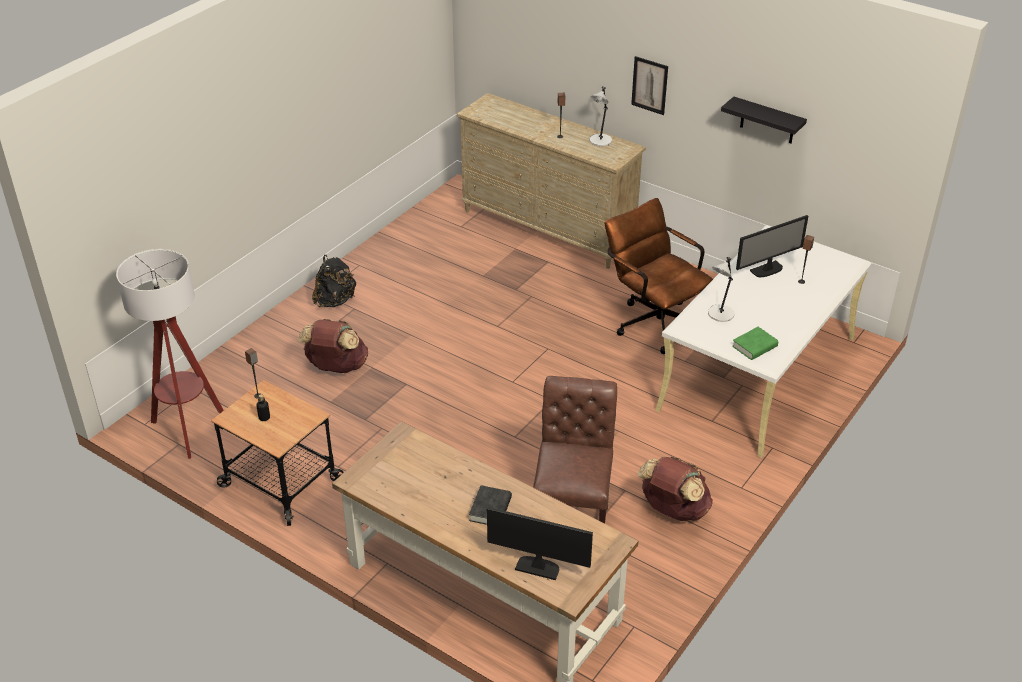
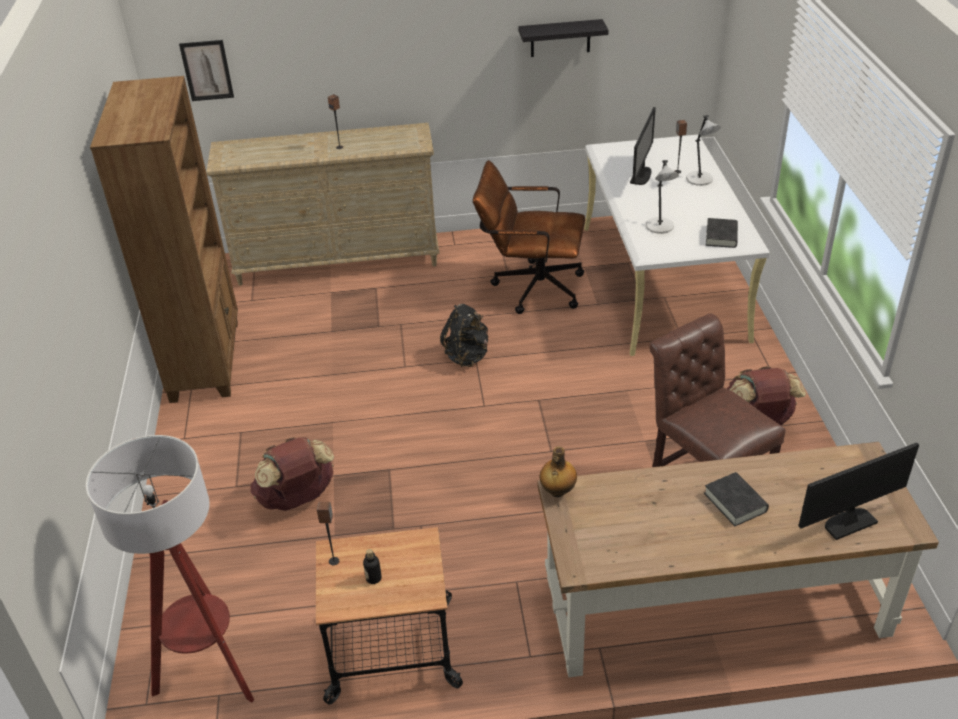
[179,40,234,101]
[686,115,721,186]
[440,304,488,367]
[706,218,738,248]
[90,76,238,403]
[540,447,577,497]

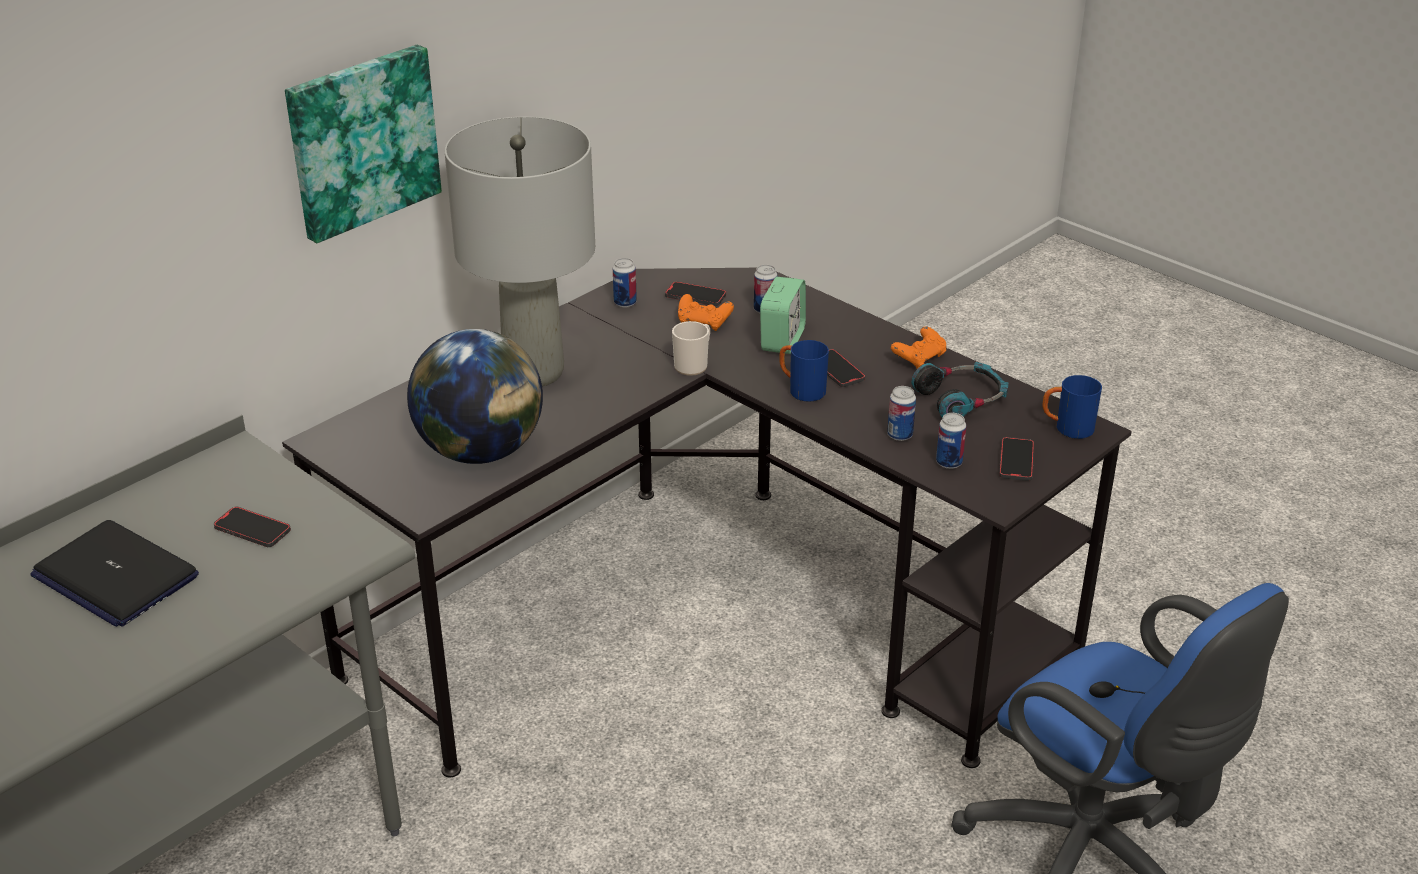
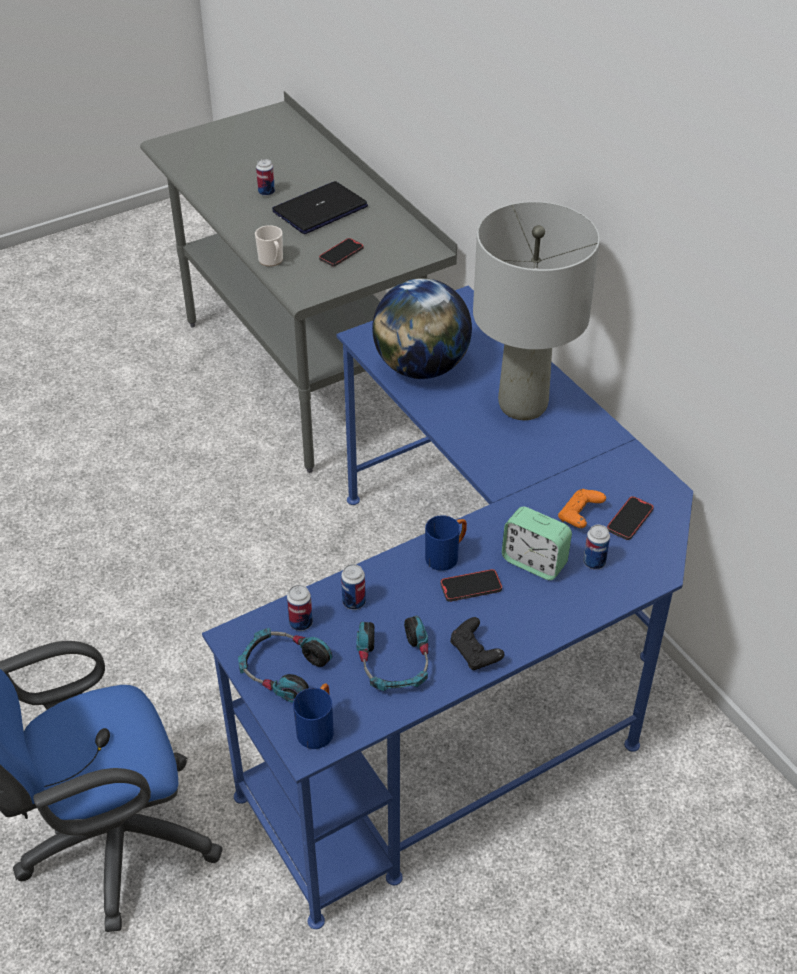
[285,45,442,243] (first image)
[256,159,275,196]
[202,286,693,929]
[255,225,283,267]
[450,617,505,671]
[238,628,332,702]

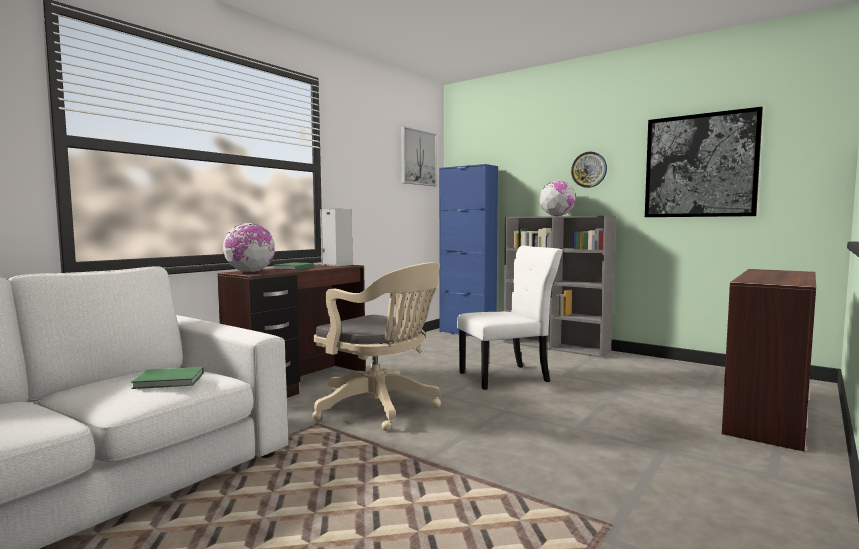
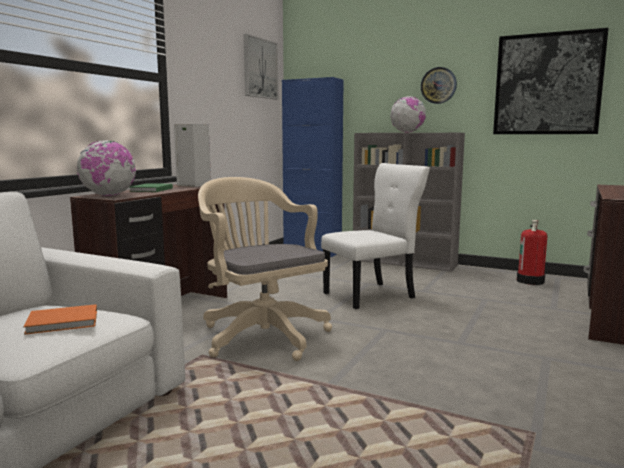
[198,177,332,361]
[23,304,97,335]
[517,220,547,285]

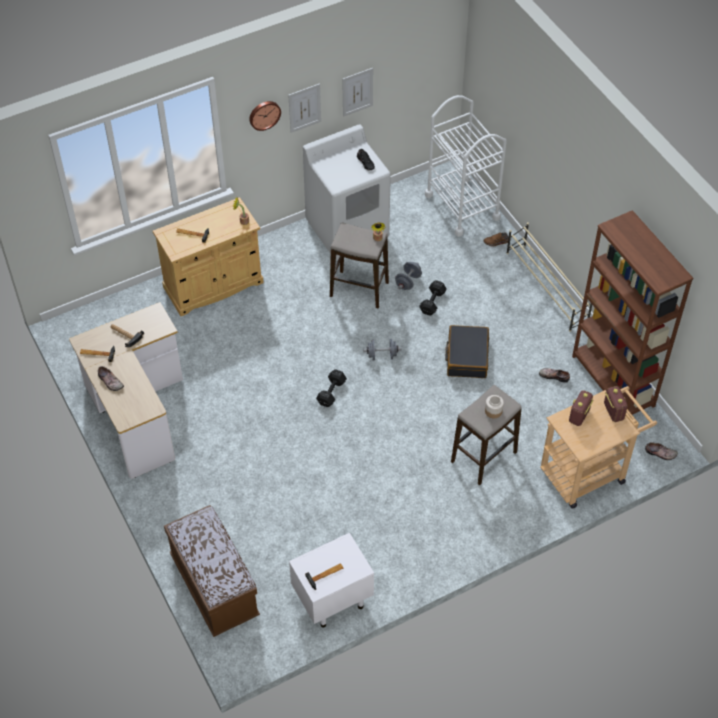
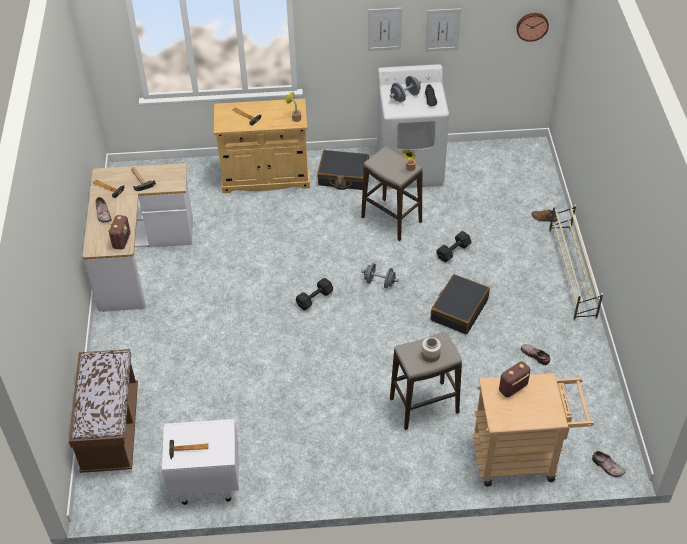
[425,95,507,237] (first image)
[516,13,549,42]
[572,210,693,415] (first image)
[390,76,421,102]
[108,215,131,250]
[317,150,369,190]

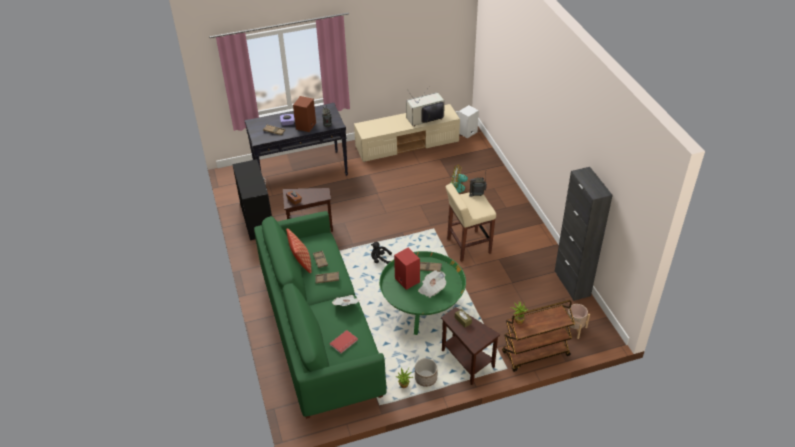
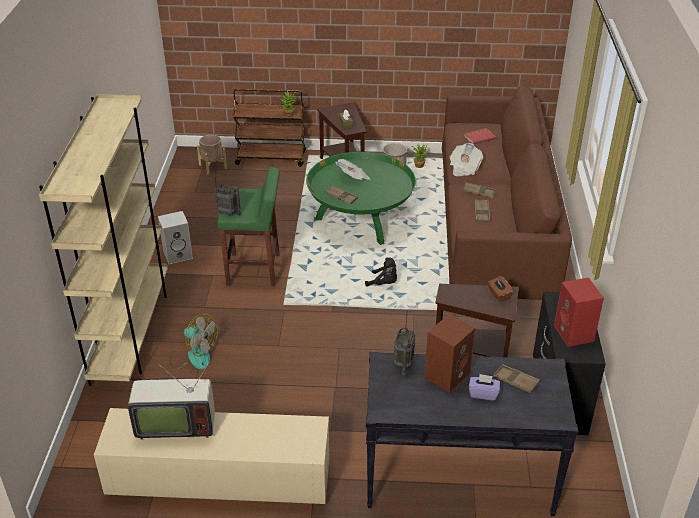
[158,211,193,265]
[554,167,613,301] (first image)
[217,167,280,286]
[442,86,572,300]
[286,228,312,273] (first image)
[554,277,604,347]
[39,94,168,386]

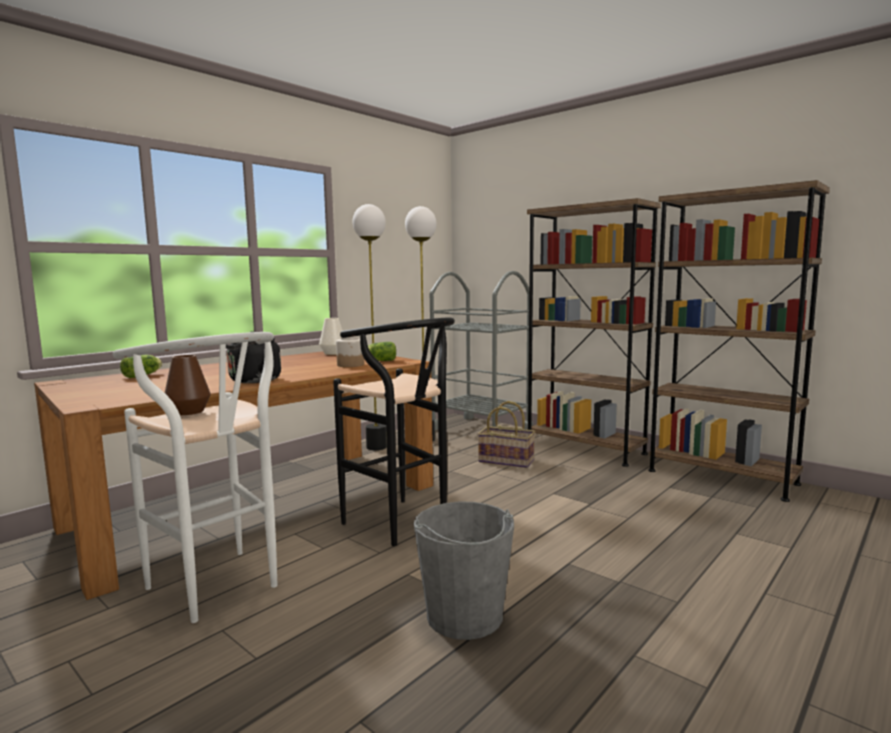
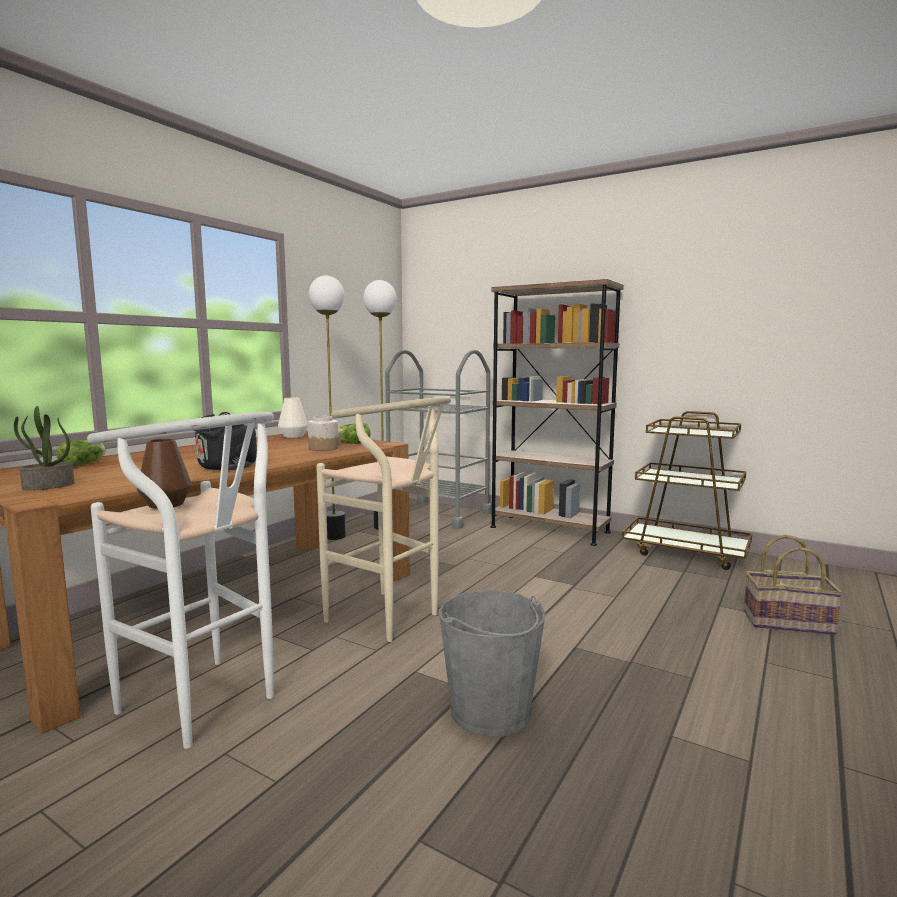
[622,411,752,570]
[316,396,451,642]
[744,535,843,635]
[14,406,75,490]

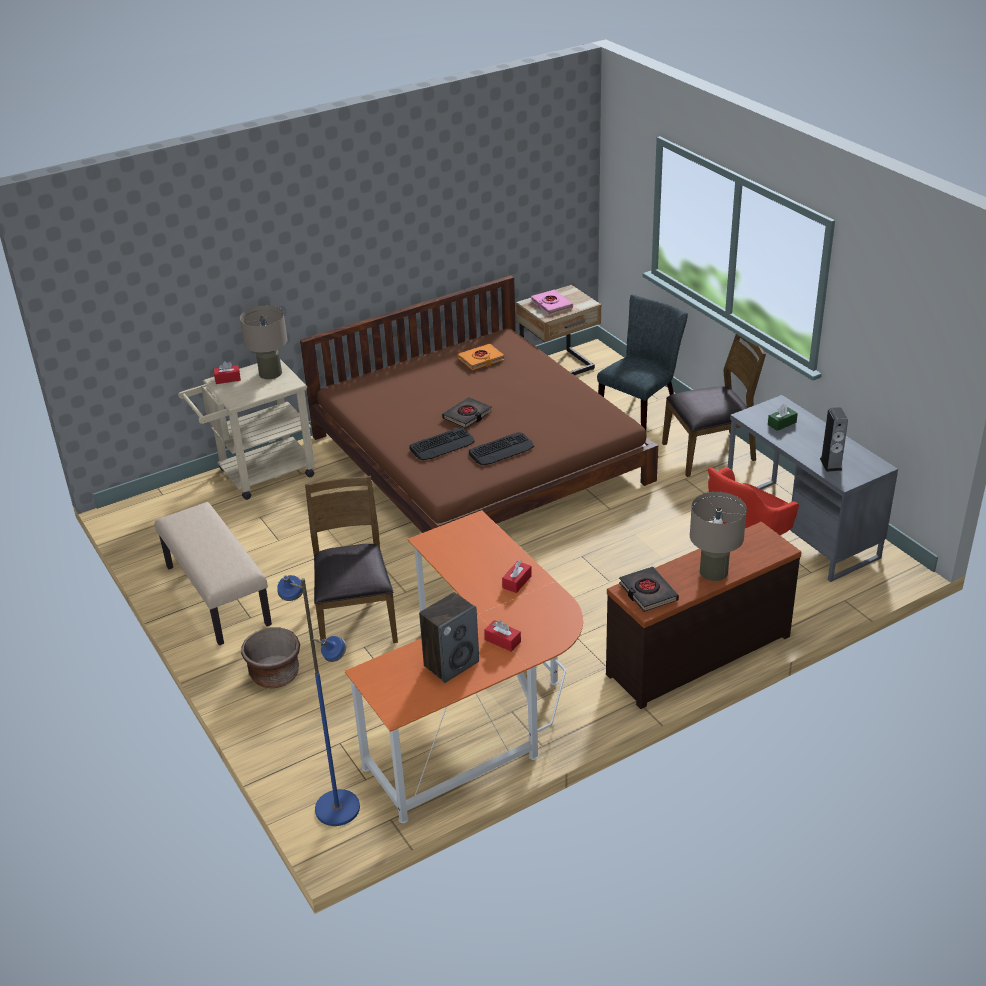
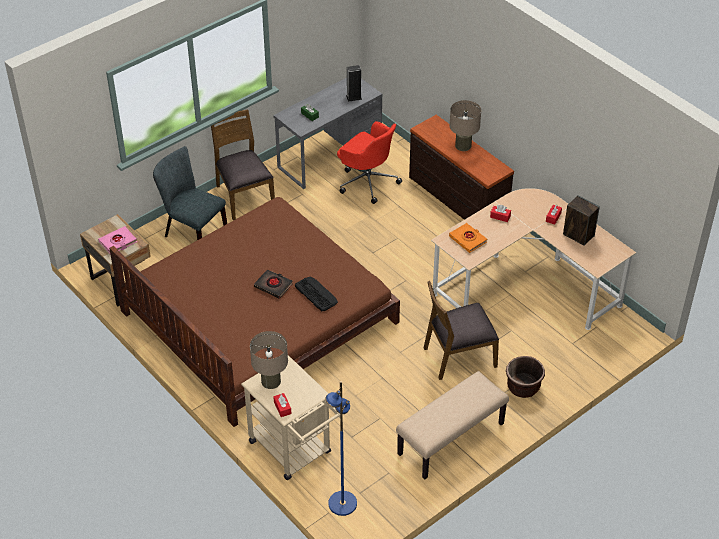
[449,223,487,253]
[469,432,534,465] (first image)
[431,188,636,330]
[619,567,679,612] (first image)
[325,381,357,516]

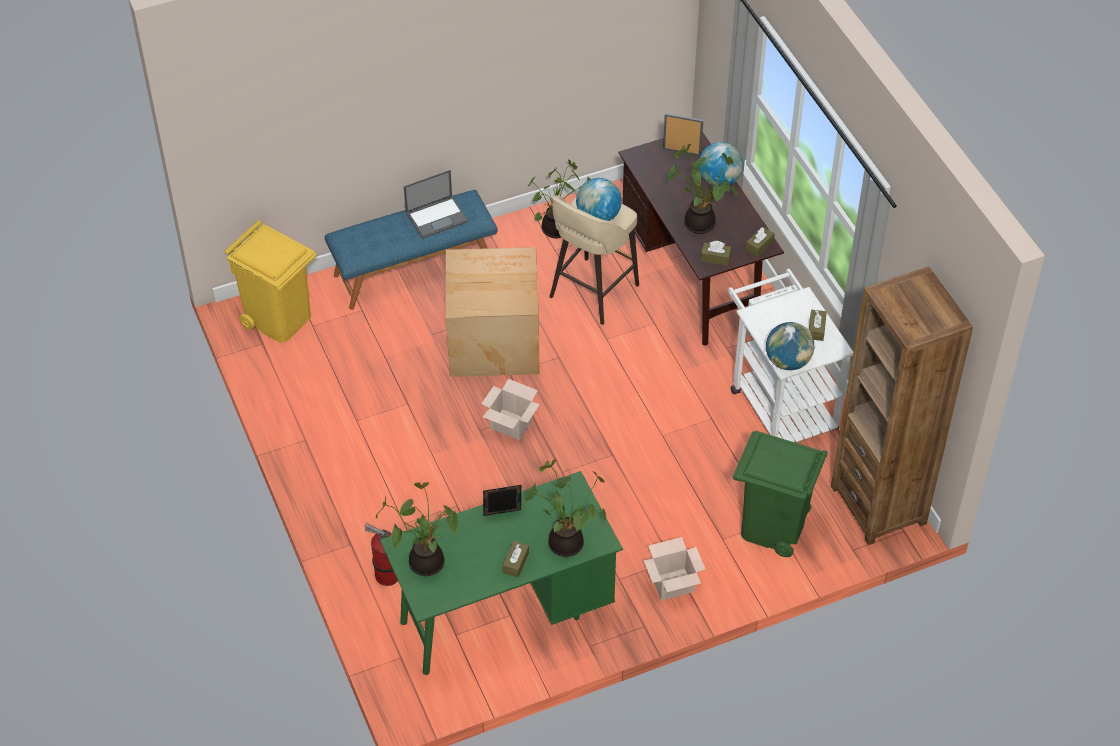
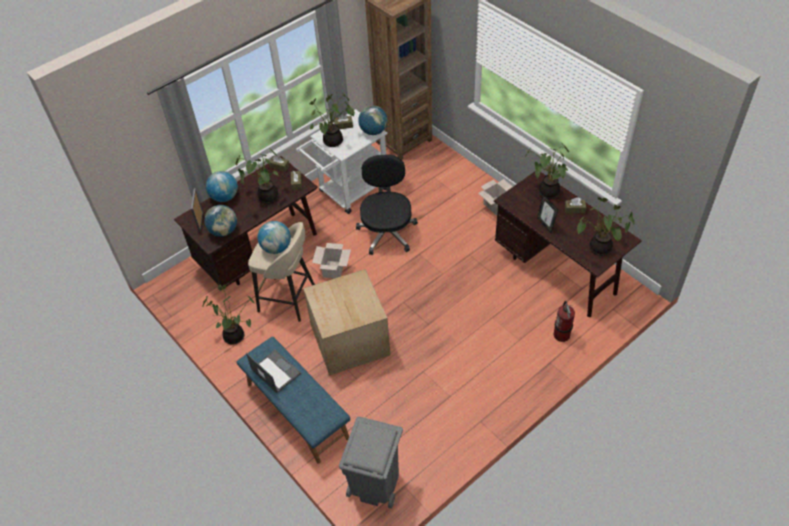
[339,416,403,508]
[312,243,351,278]
[733,431,827,557] (first image)
[494,172,642,317]
[310,92,355,147]
[356,154,418,255]
[204,205,237,237]

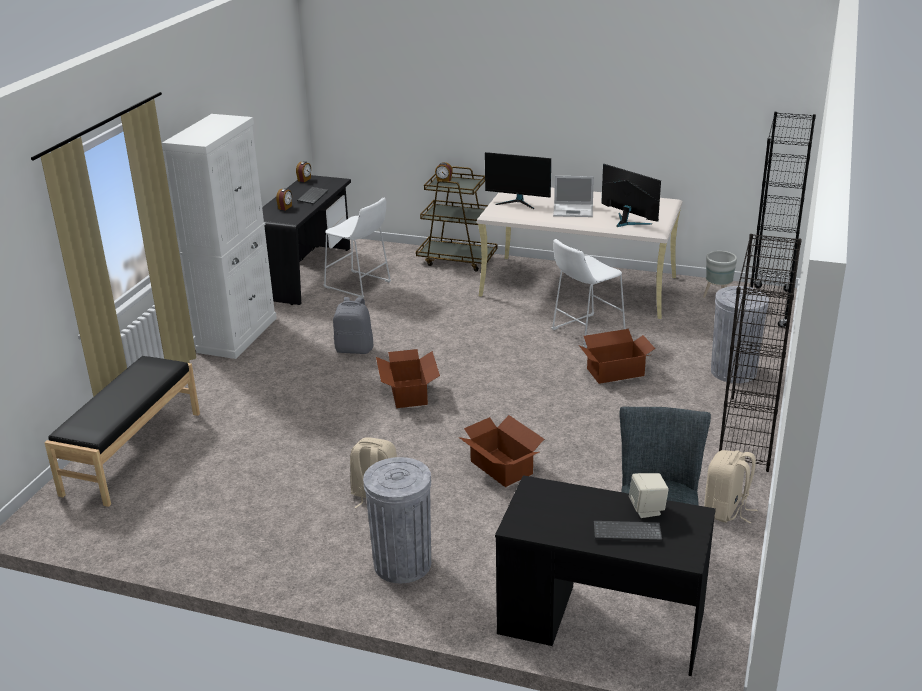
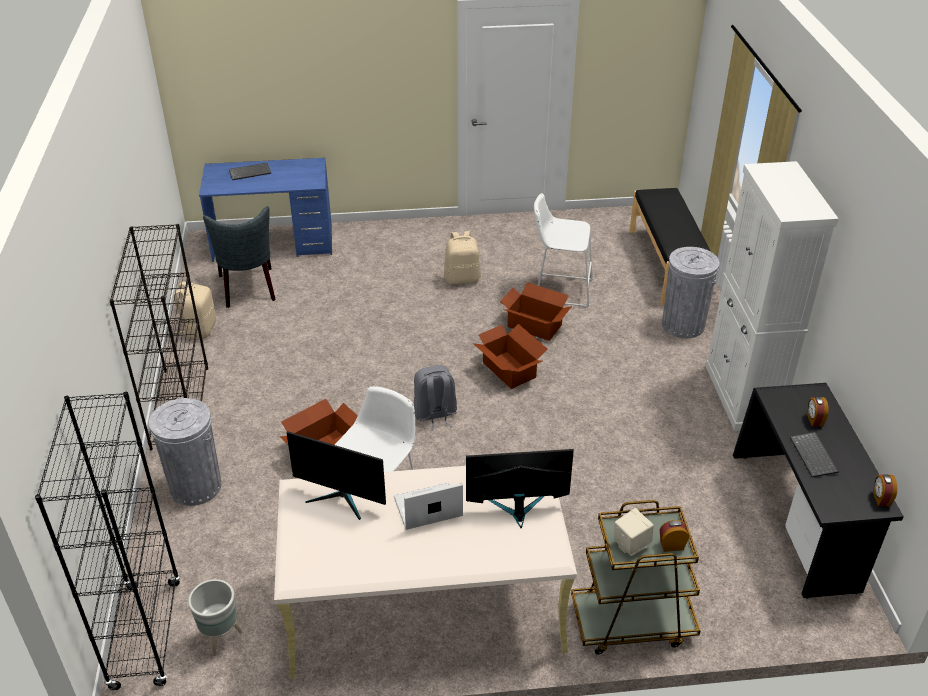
[534,193,594,308]
[414,365,457,431]
[500,282,572,341]
[662,247,720,338]
[614,508,654,556]
[199,158,332,262]

